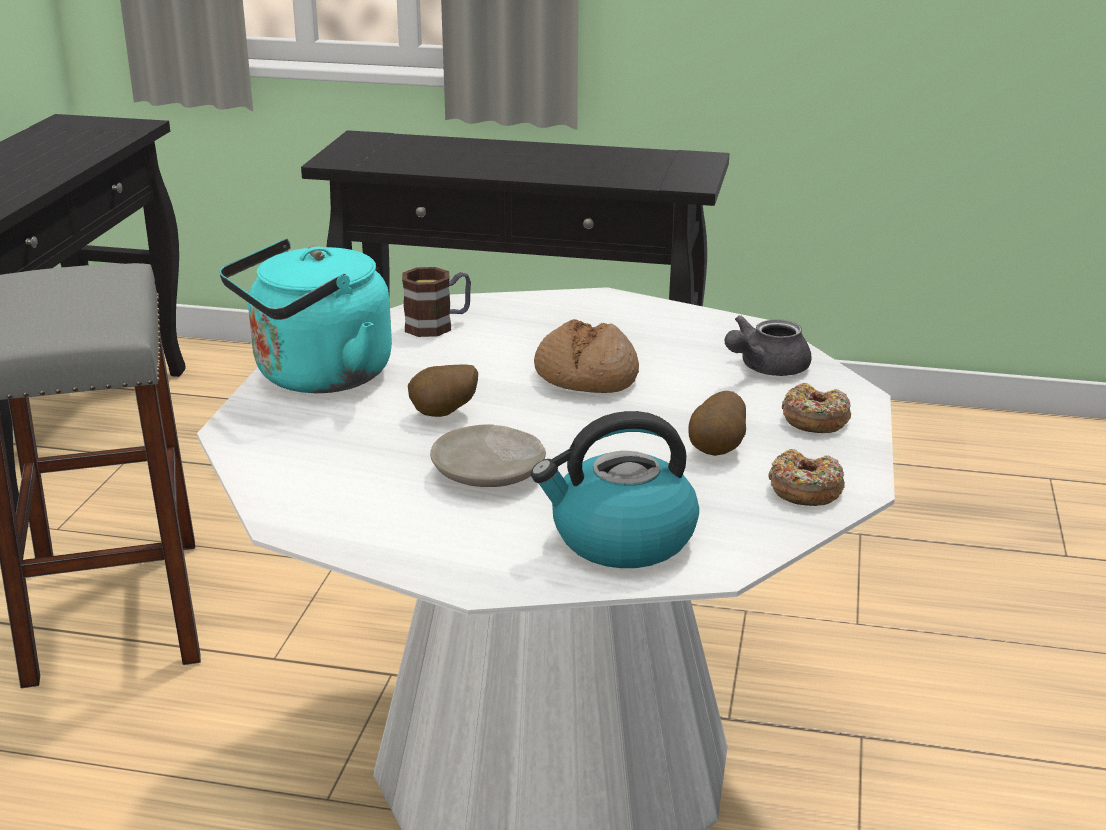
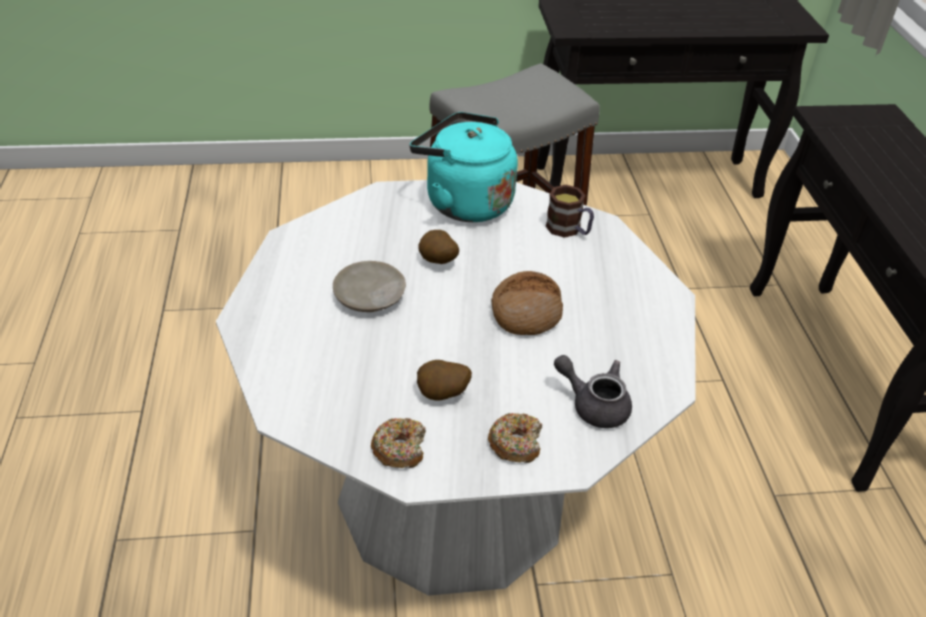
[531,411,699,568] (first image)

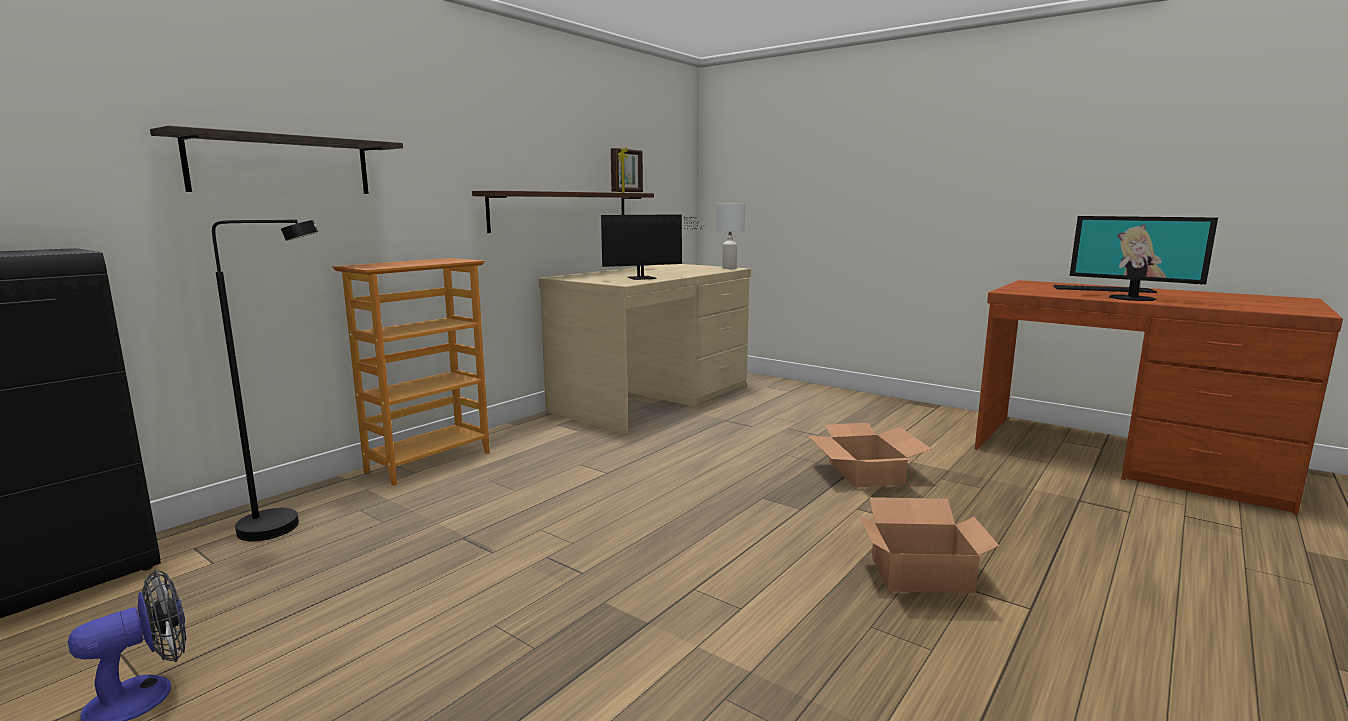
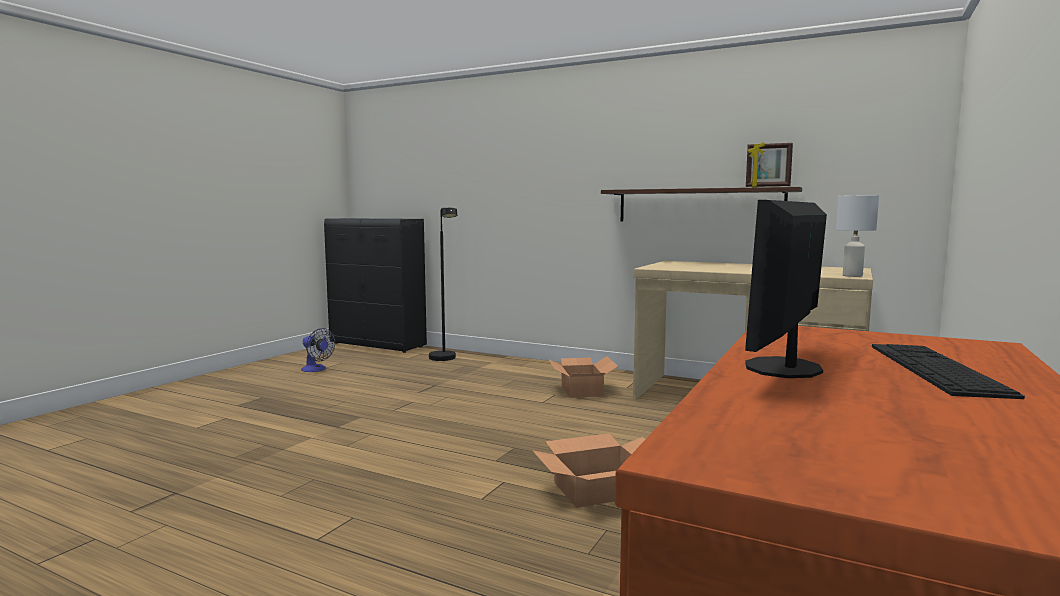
[150,126,403,194] (first image)
[601,214,706,280] (first image)
[332,258,490,486] (first image)
[548,356,618,398]

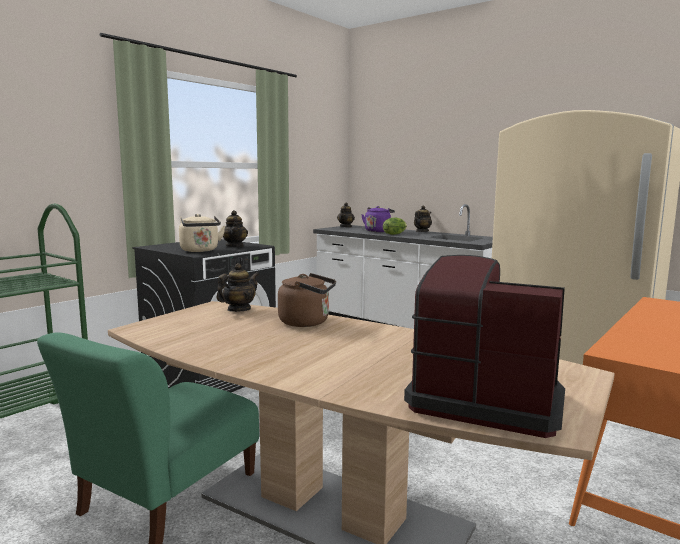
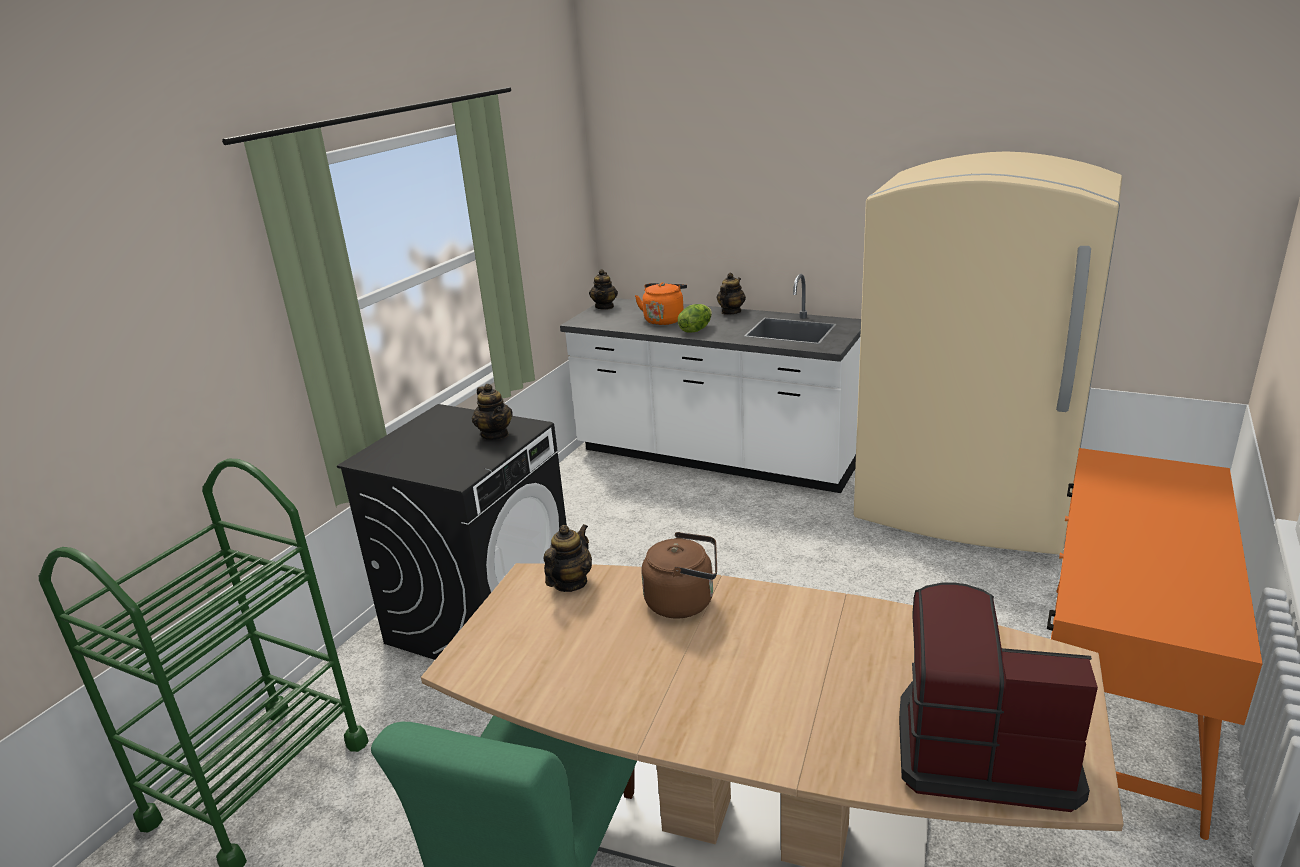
[635,282,687,325]
[179,214,225,252] (first image)

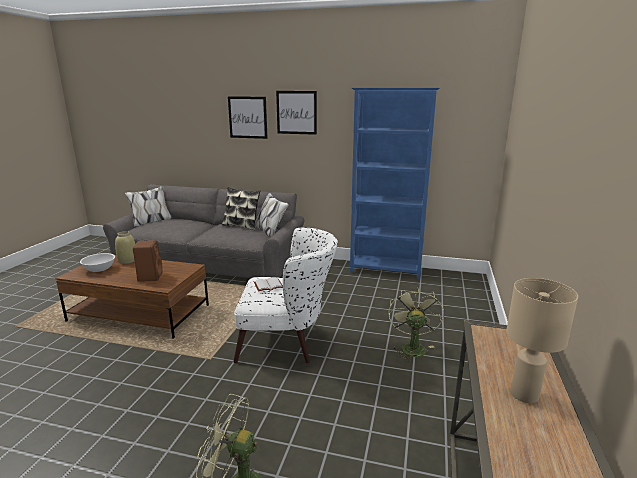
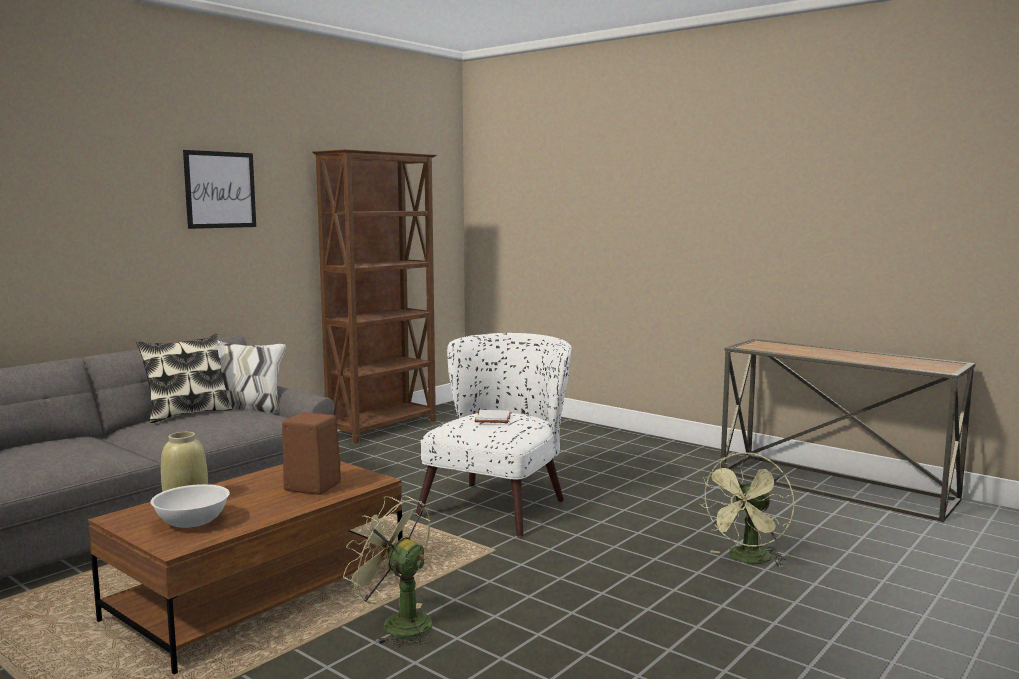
[312,149,437,444]
[228,96,268,139] (first image)
[506,278,578,404] (first image)
[343,496,433,647]

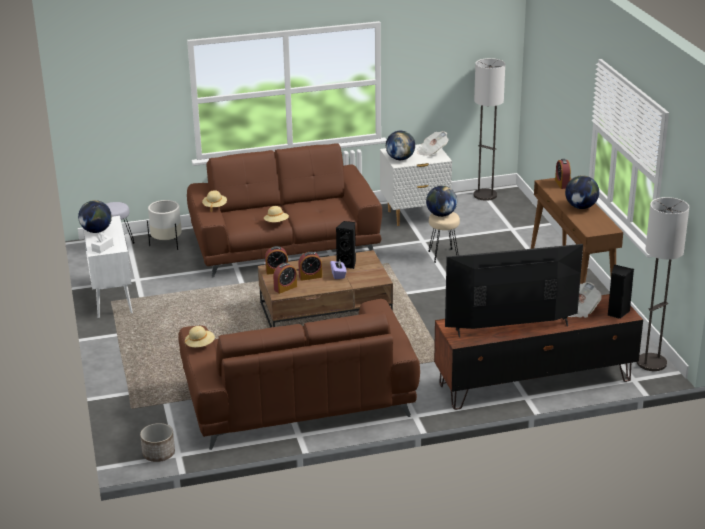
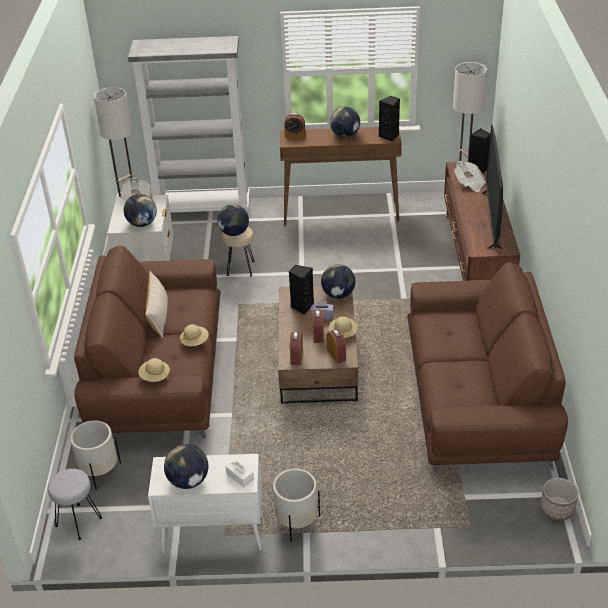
[329,316,357,339]
[128,36,250,213]
[379,96,400,142]
[321,264,355,299]
[145,271,168,339]
[273,469,320,542]

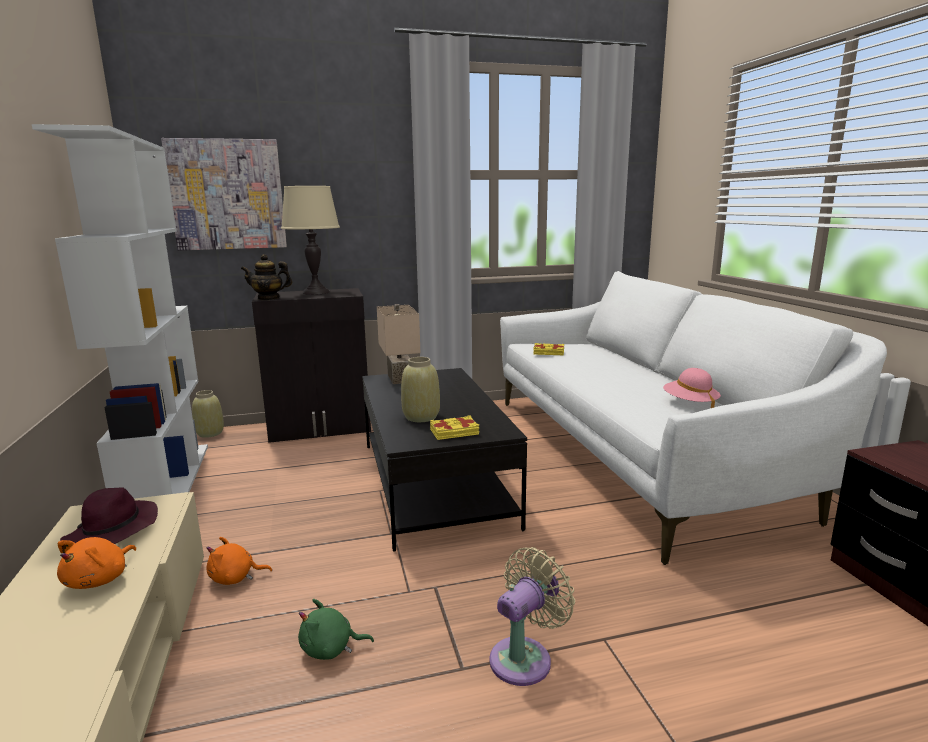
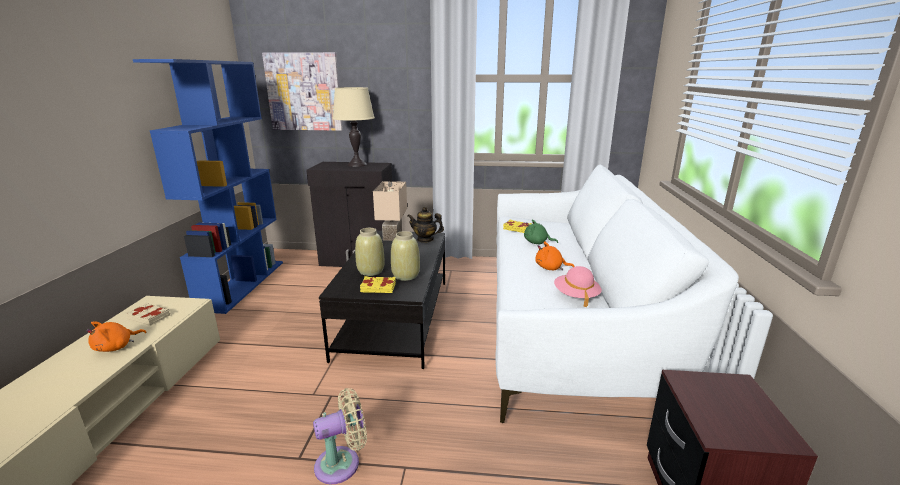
[133,59,283,314]
[408,207,444,243]
[391,231,420,281]
[126,303,170,326]
[535,241,575,270]
[524,219,558,244]

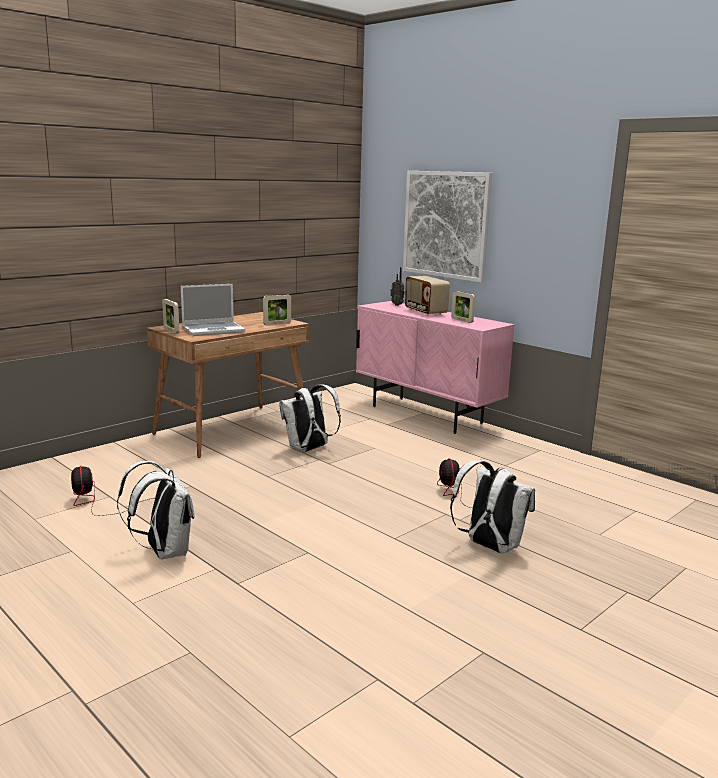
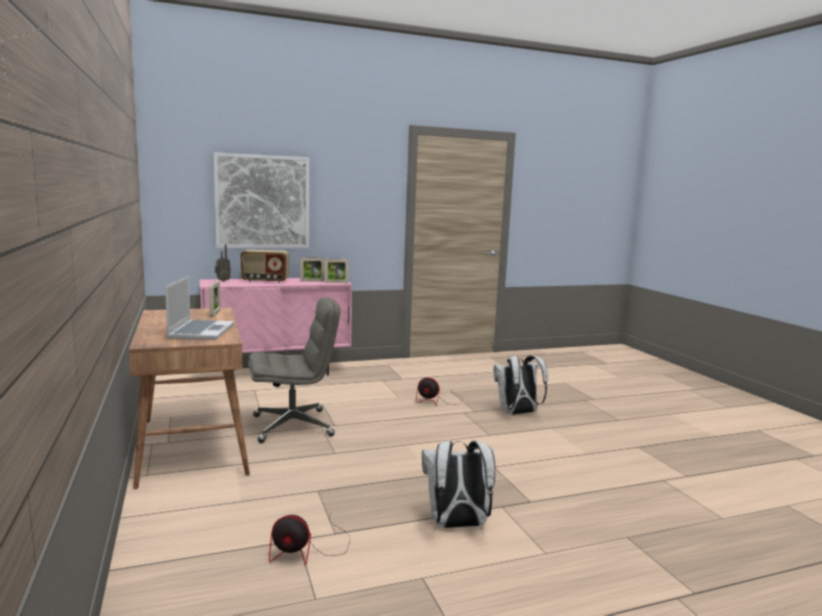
[324,259,349,283]
[248,298,340,443]

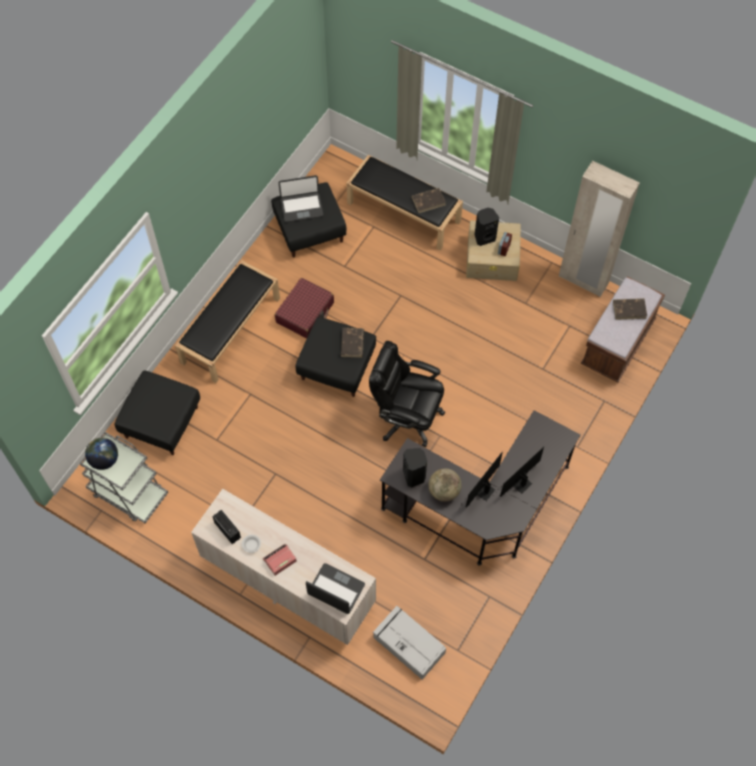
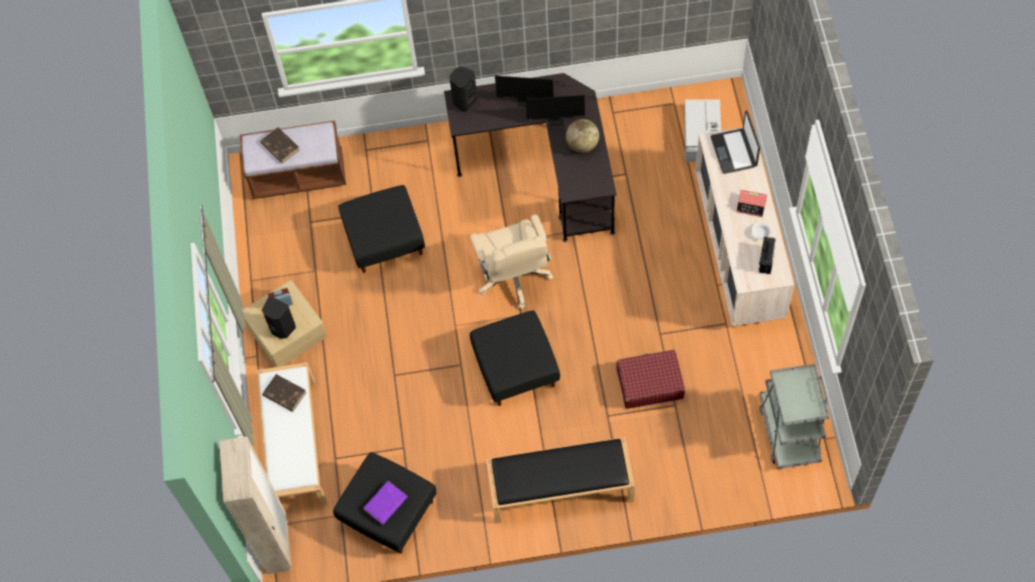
[257,362,327,506]
[219,437,291,574]
[364,481,408,525]
[616,350,685,409]
[341,328,364,358] (first image)
[470,215,553,309]
[338,185,425,273]
[85,438,118,470] (first image)
[450,66,478,112]

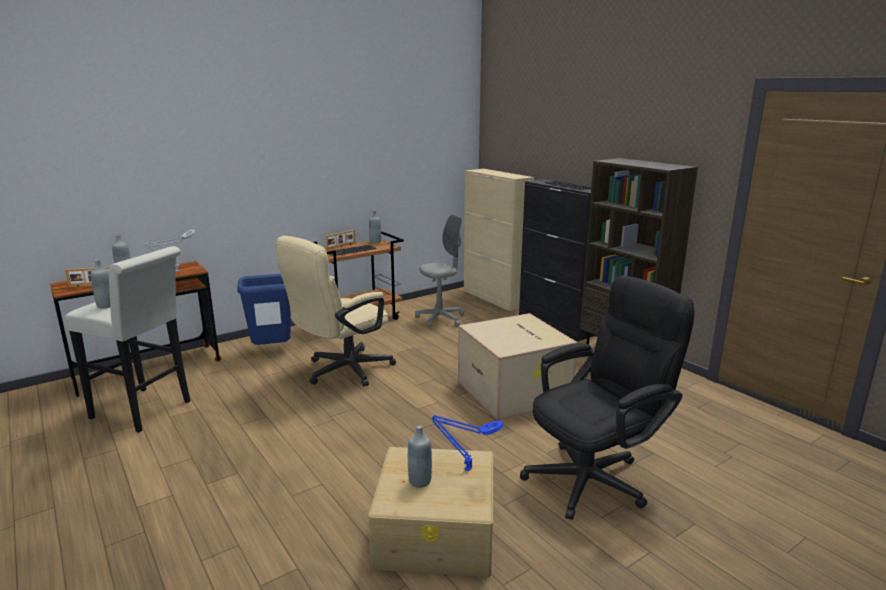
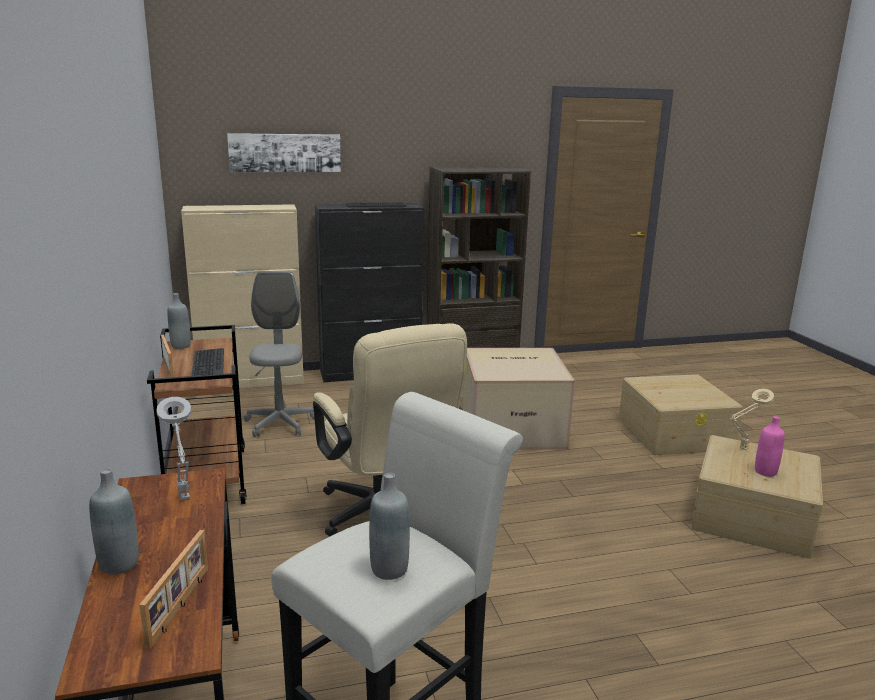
[237,274,291,345] (first image)
[619,374,743,455]
[730,389,774,450]
[755,416,785,477]
[227,133,341,172]

